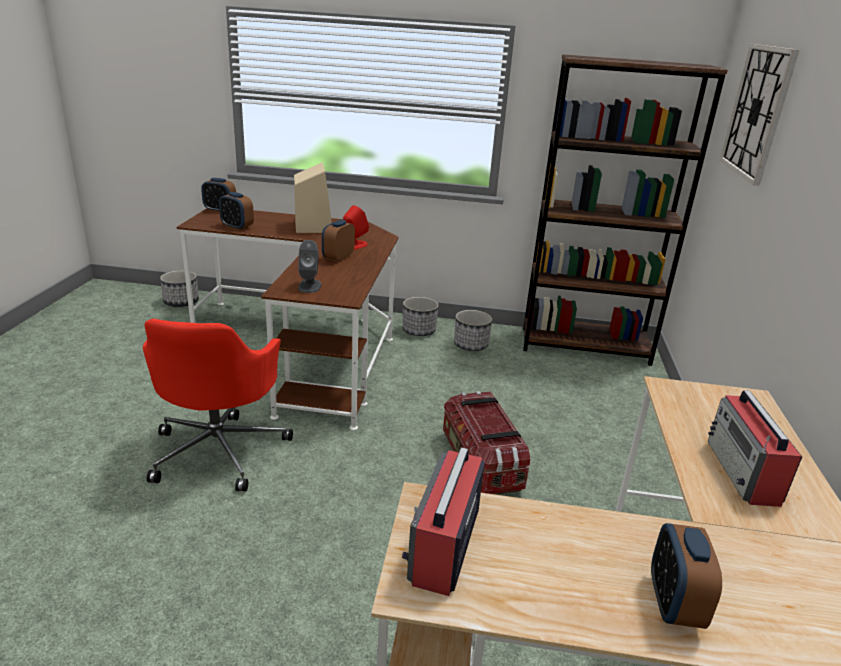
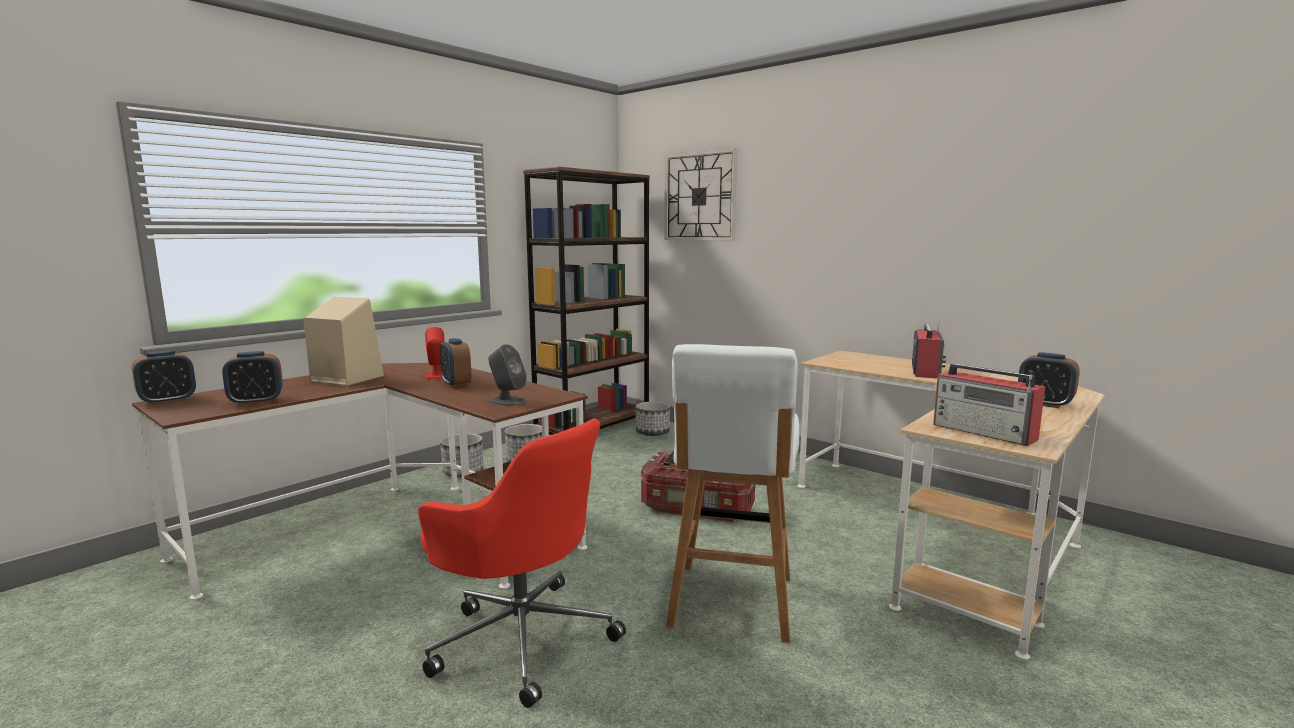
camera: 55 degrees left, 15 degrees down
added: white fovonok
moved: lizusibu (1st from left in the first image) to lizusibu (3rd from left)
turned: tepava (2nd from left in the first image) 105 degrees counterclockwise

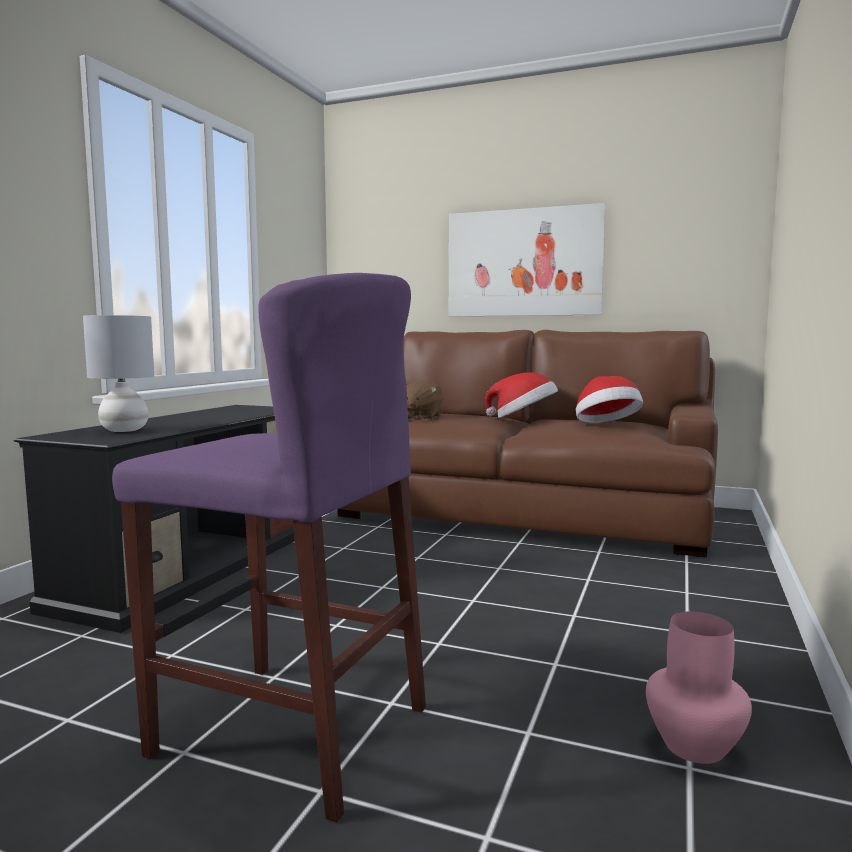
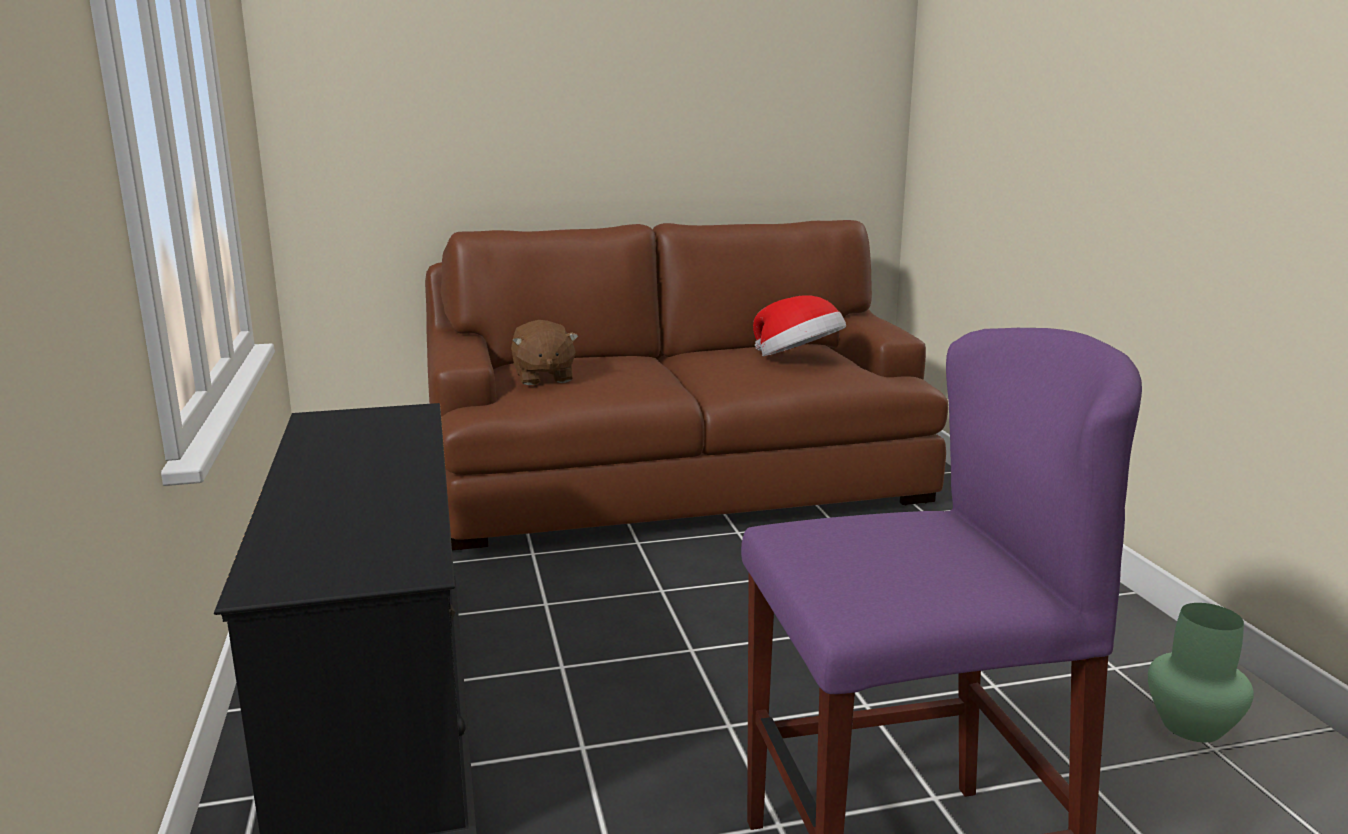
camera: 35 degrees left, 10 degrees up
removed: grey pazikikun; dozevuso; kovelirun (1st from left)
recoloured: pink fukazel to green fukazel

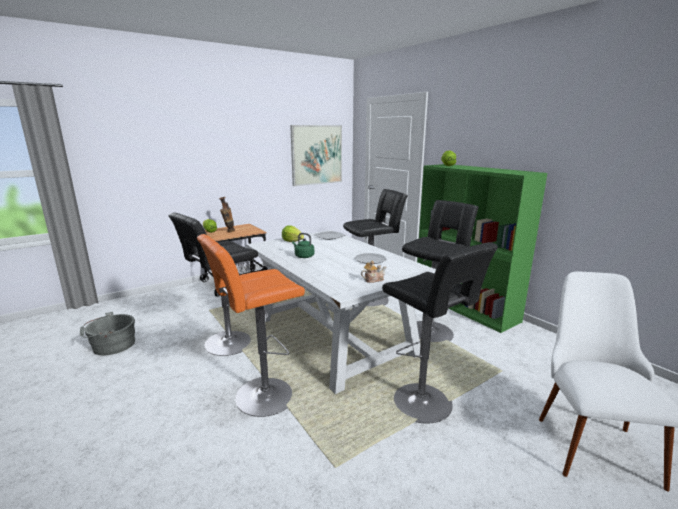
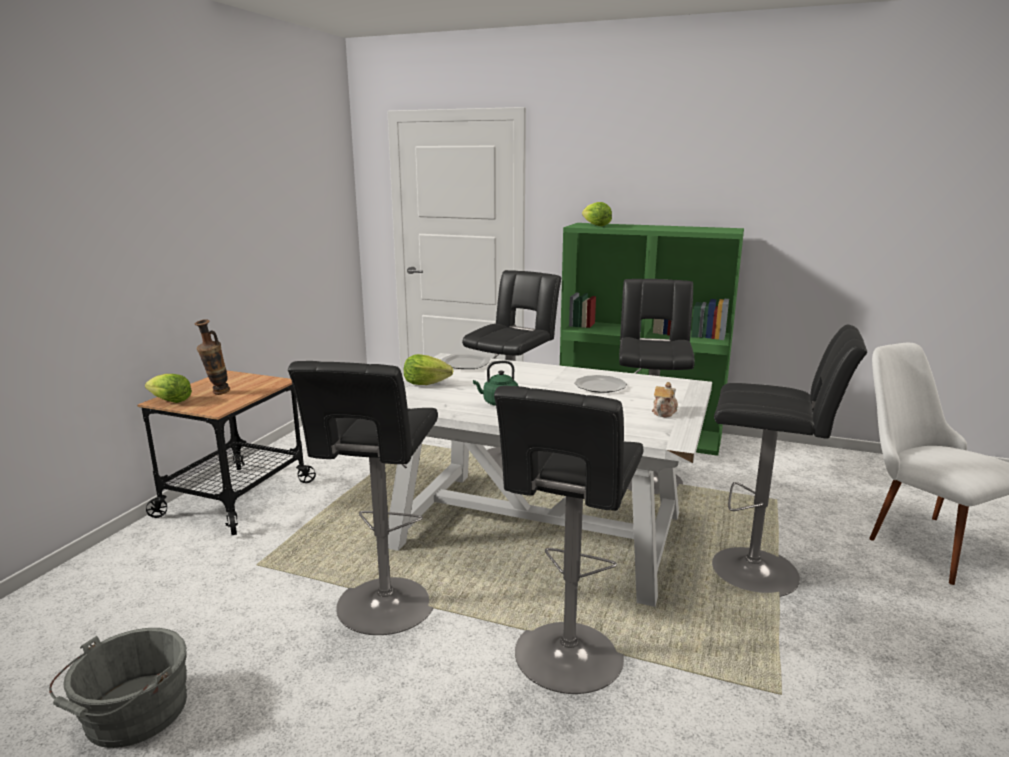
camera: 35 degrees left, 0 degrees up
removed: dozevuso
recoloured: orange fovonok to black fovonok (3rd from left)

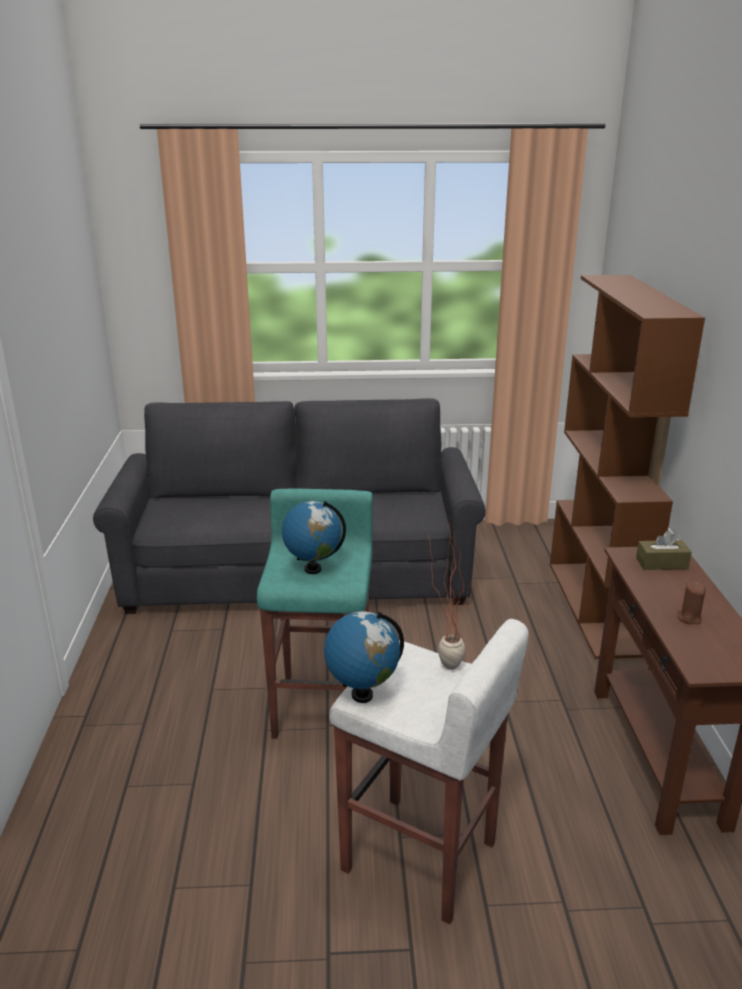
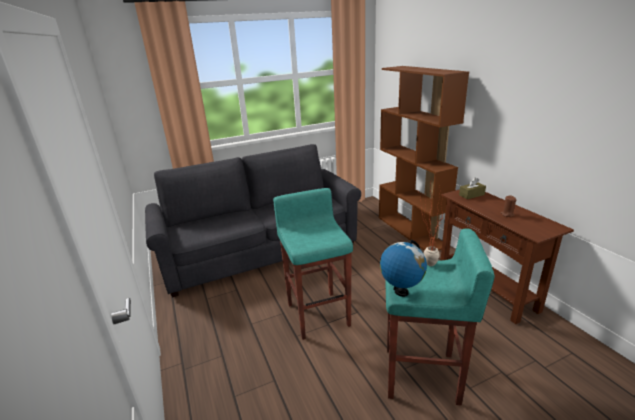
camera: 20 degrees left, 0 degrees up
removed: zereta (1st from left)
recoloured: white fovonok to turquoise fovonok (2nd from left)

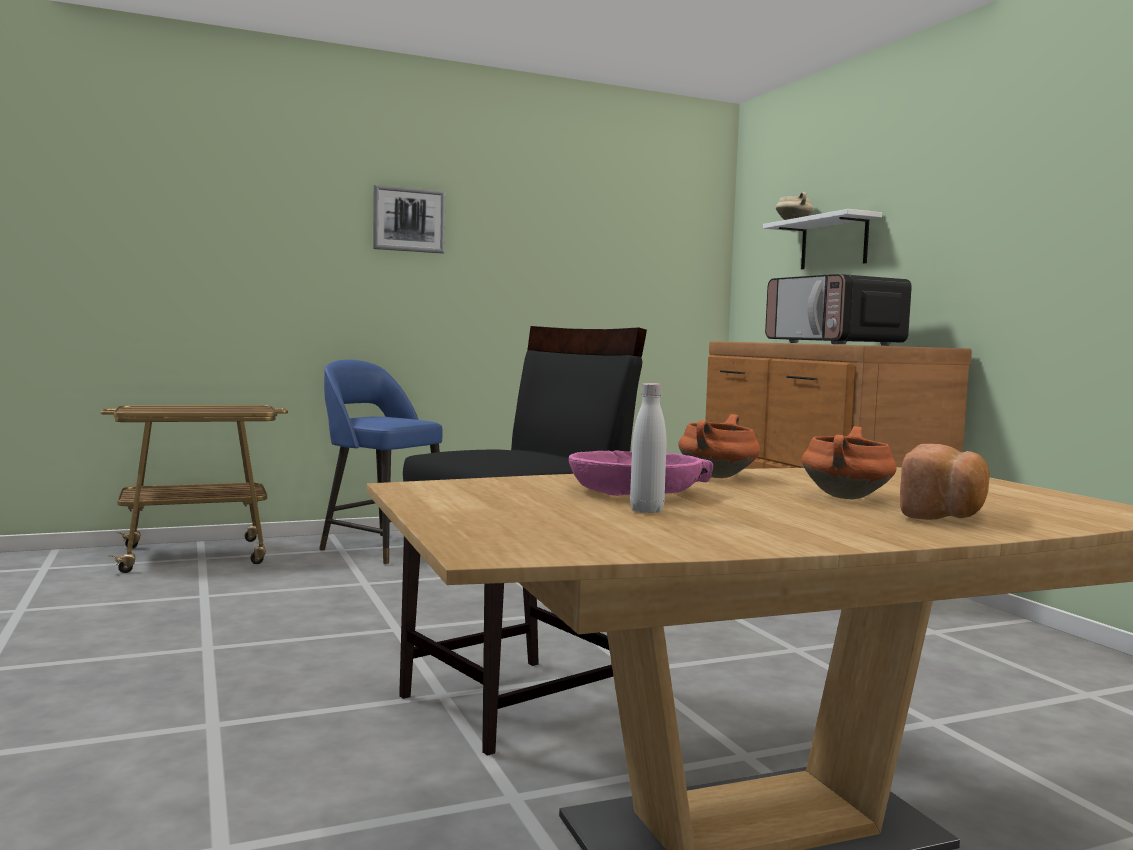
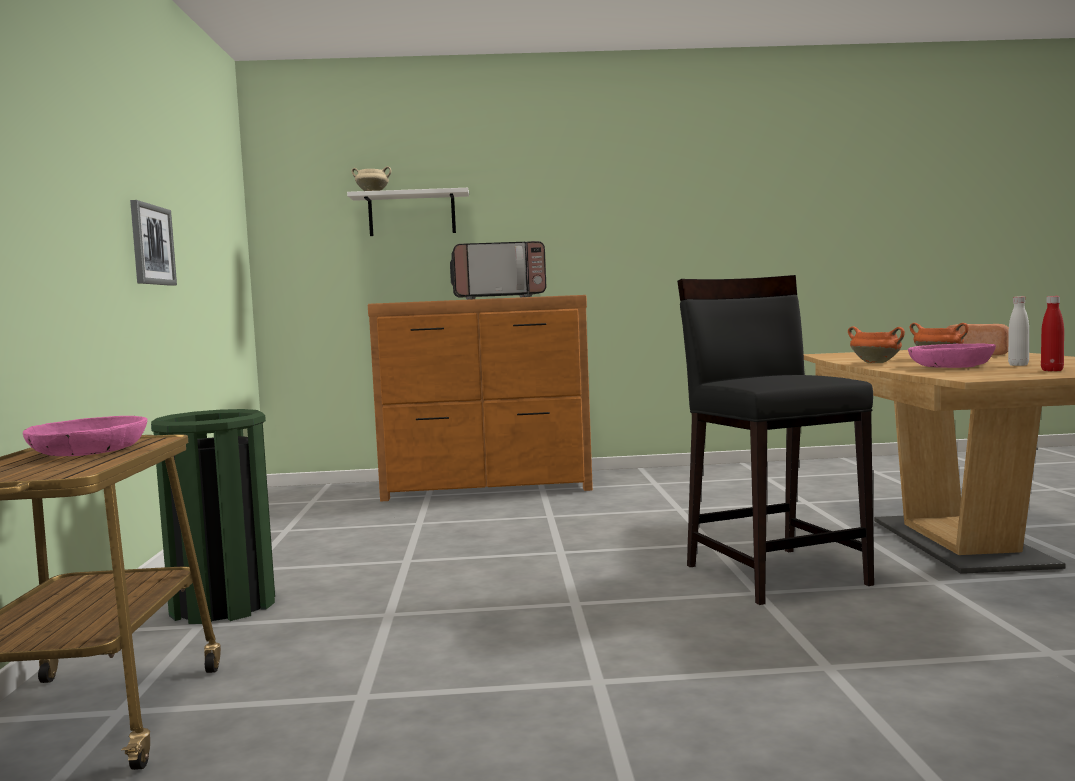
camera: 70 degrees left, 0 degrees up
added: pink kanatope (1st from left); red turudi
moved: dozevuso
replaced: blue fovonok to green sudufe

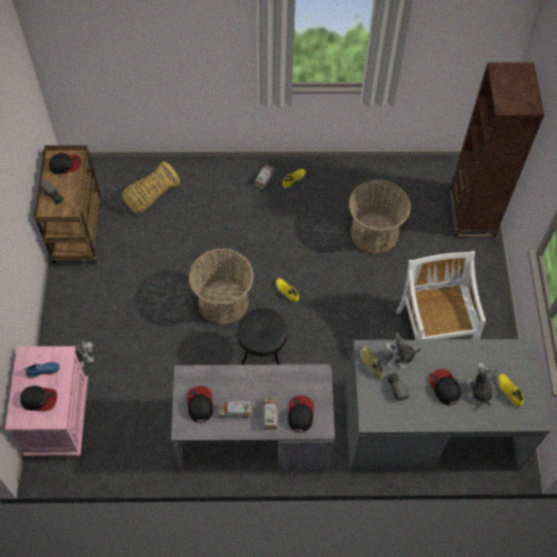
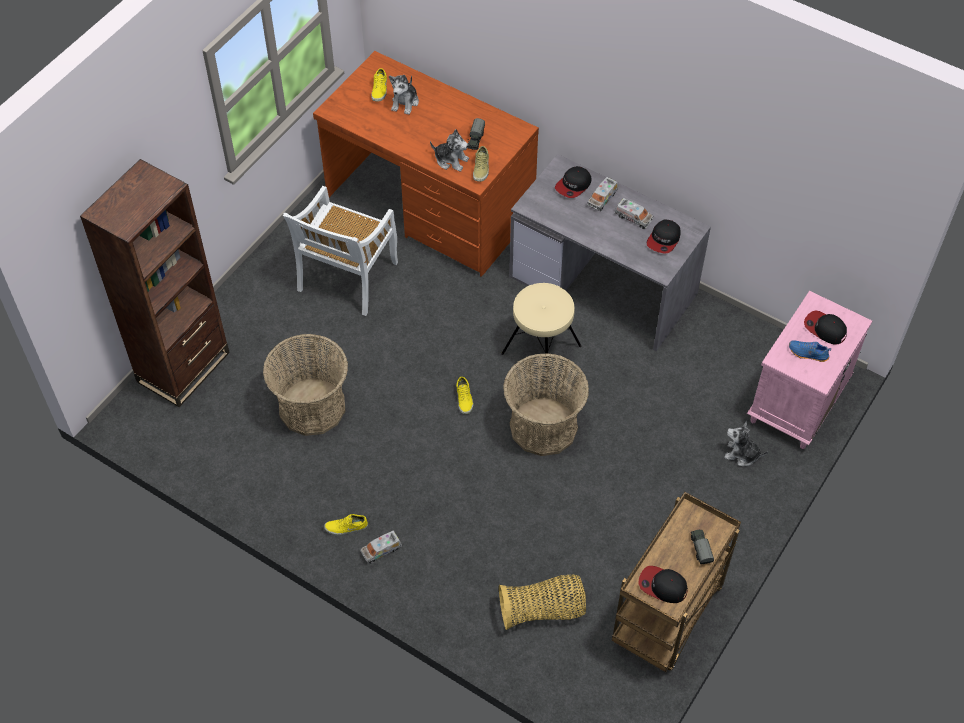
camera: 145 degrees left, 5 degrees down
removed: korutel (5th from left)
recoloured: black fovonok to beige fovonok; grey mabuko (2nd from left) to brown mabuko

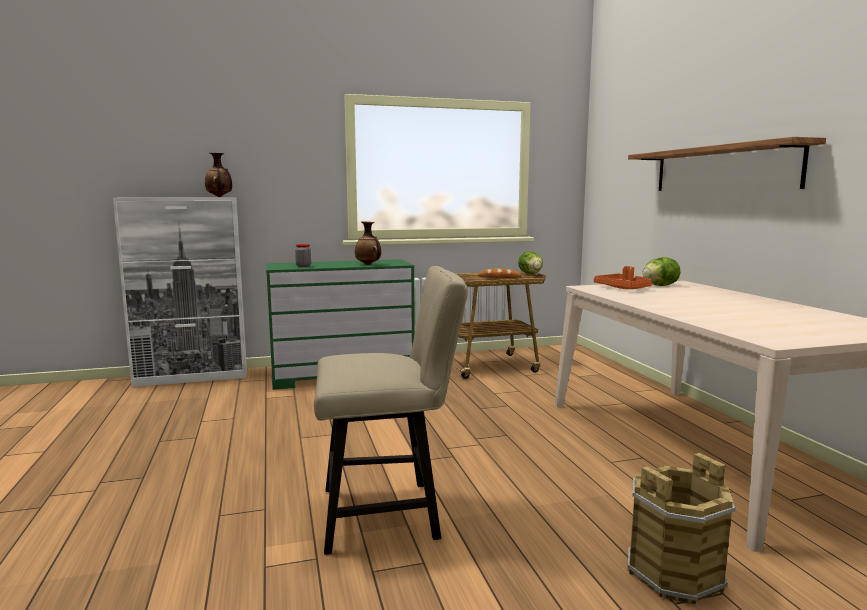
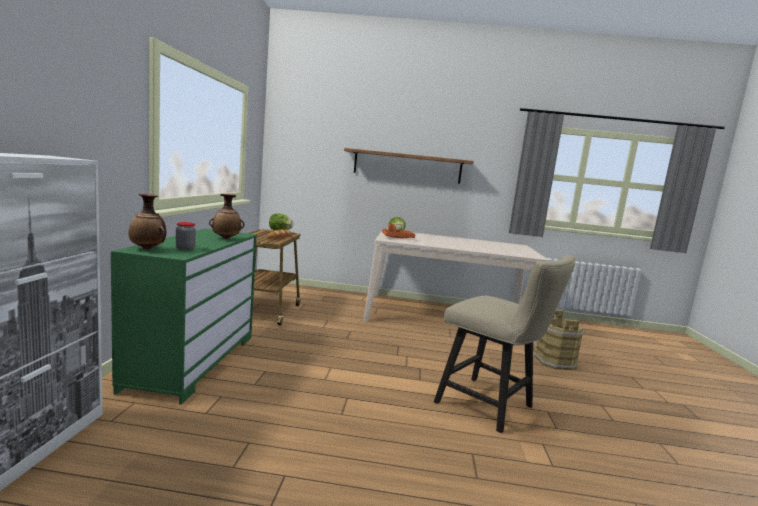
camera: 70 degrees left, 0 degrees up
moved: fukazel (1st from left)
turned: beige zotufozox 120 degrees clockwise

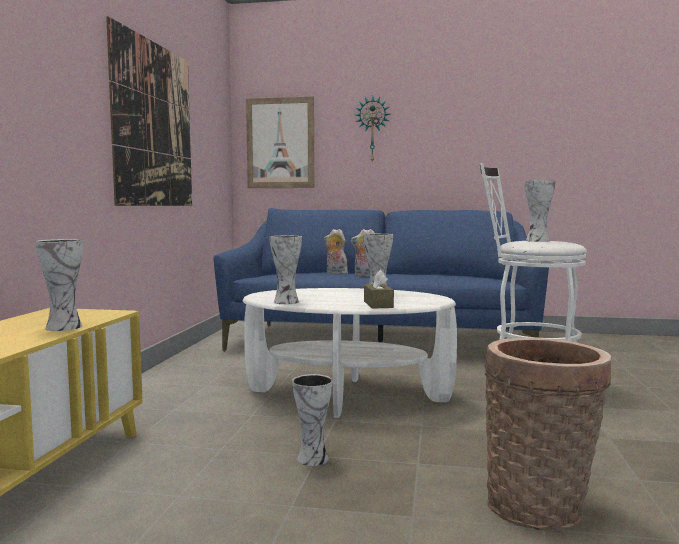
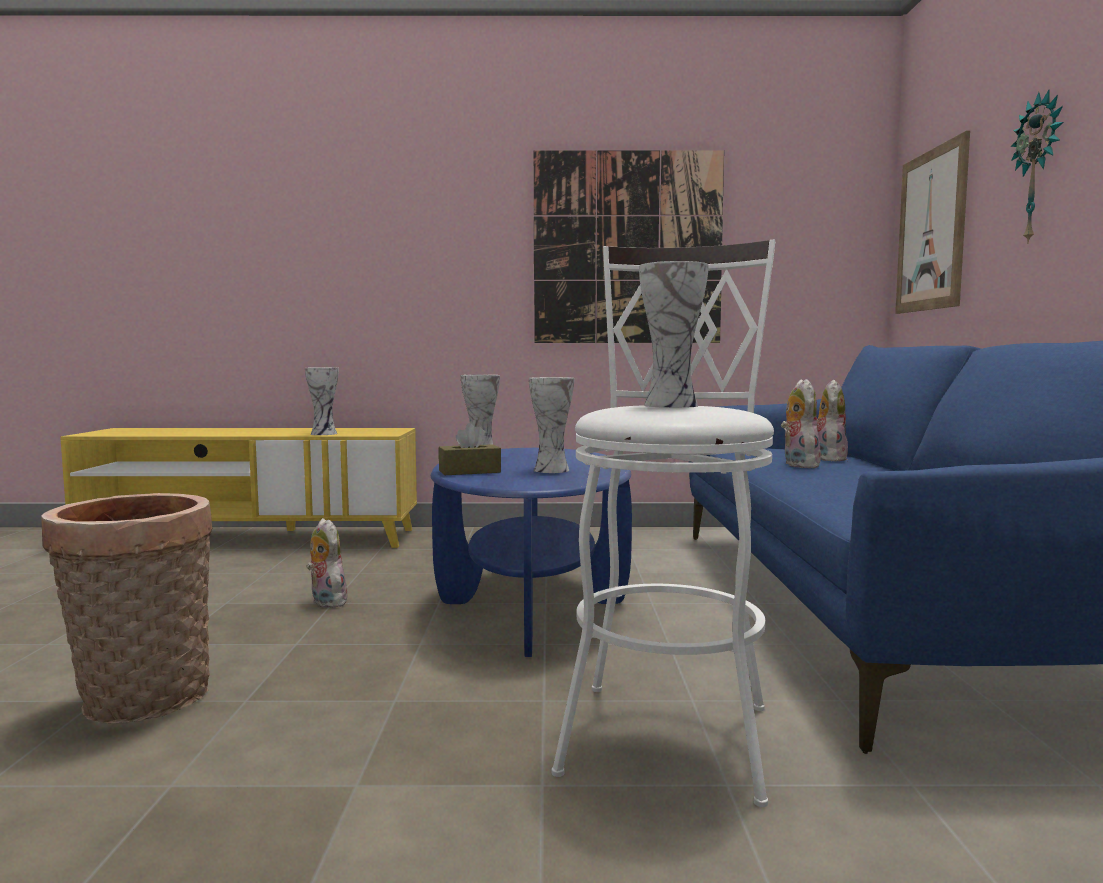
camera: 80 degrees right, 0 degrees up
replaced: fukazel (3rd from left) to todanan (1st from left)
recoloured: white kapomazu to blue kapomazu

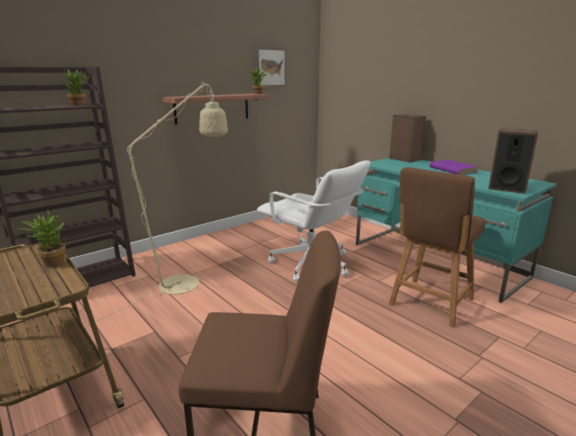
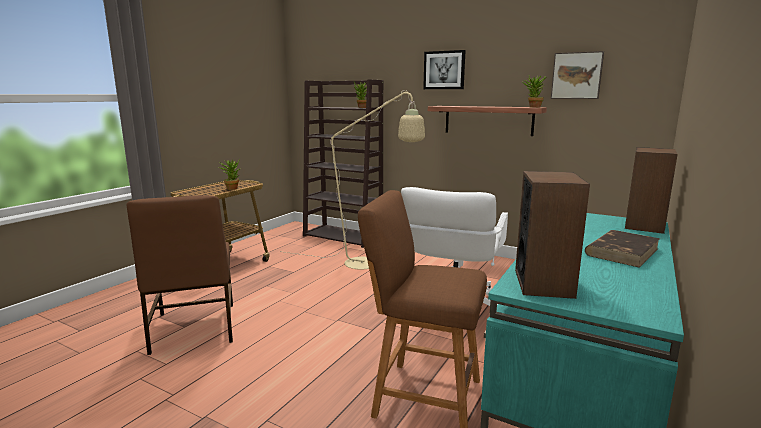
camera: 70 degrees right, 5 degrees down
added: dozevuso (1st from left)
recoloured: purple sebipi to brown sebipi

